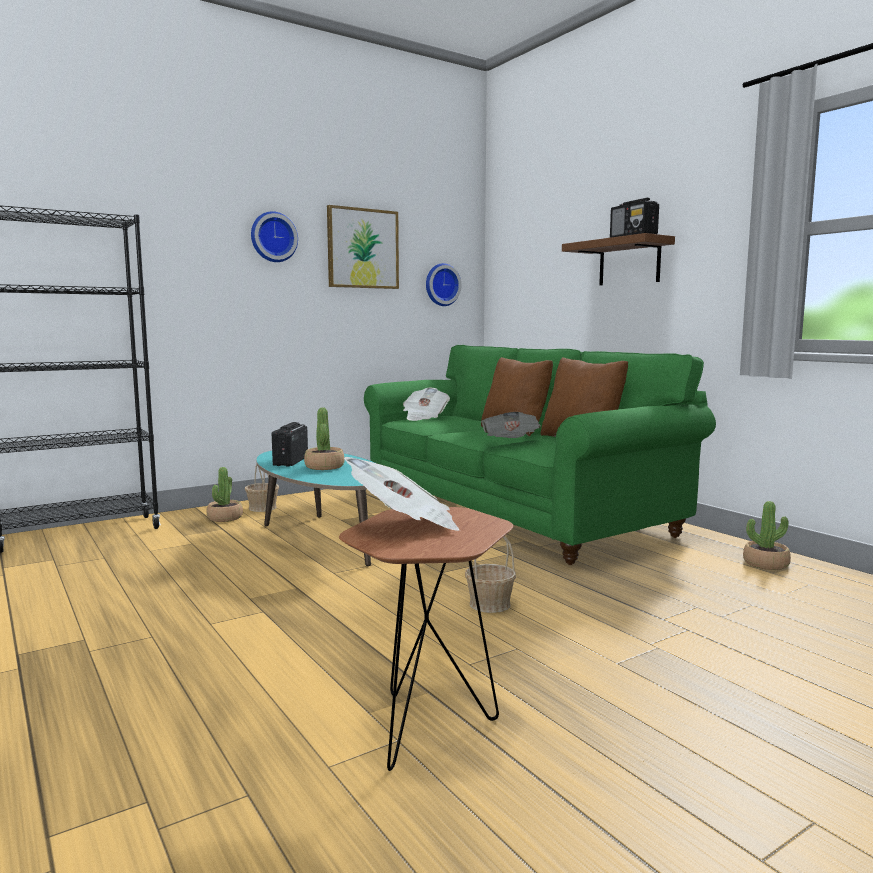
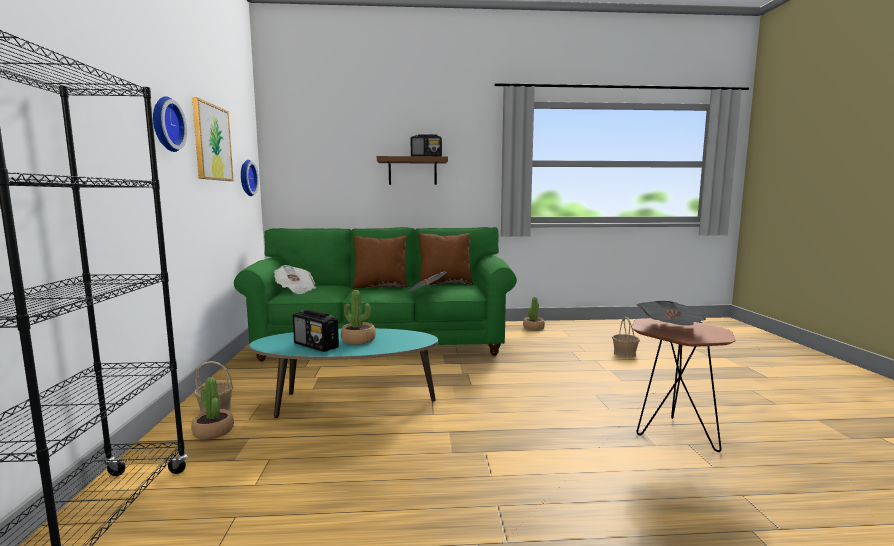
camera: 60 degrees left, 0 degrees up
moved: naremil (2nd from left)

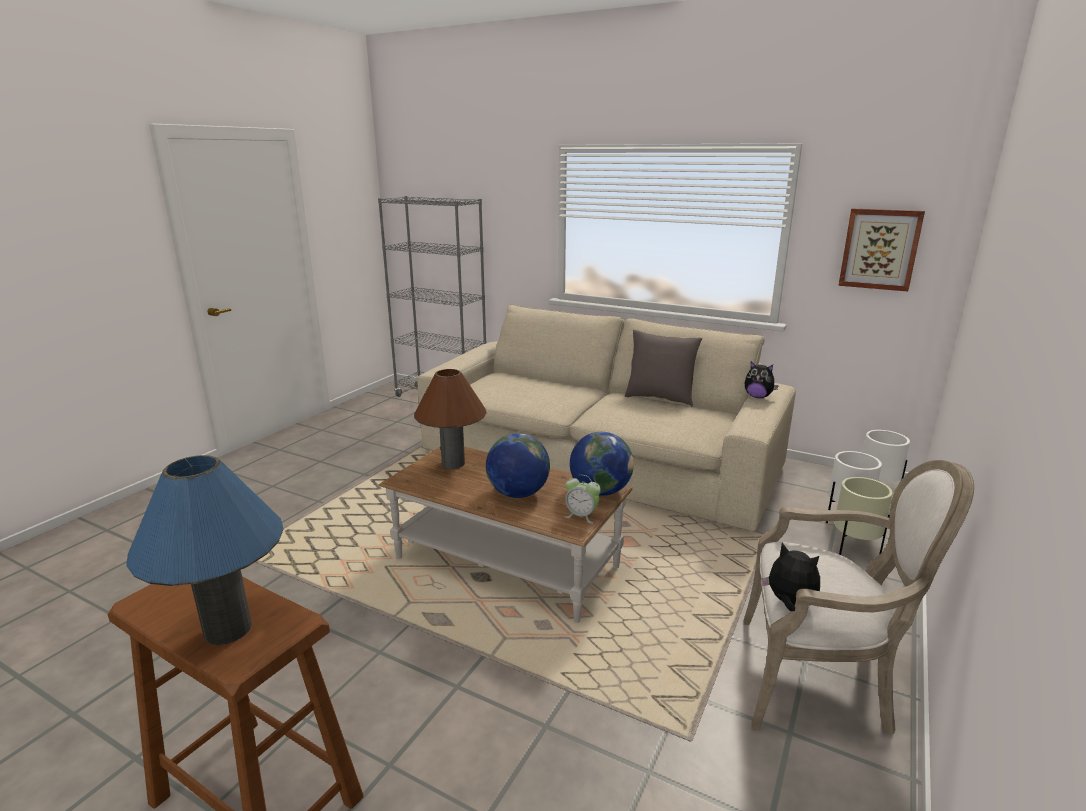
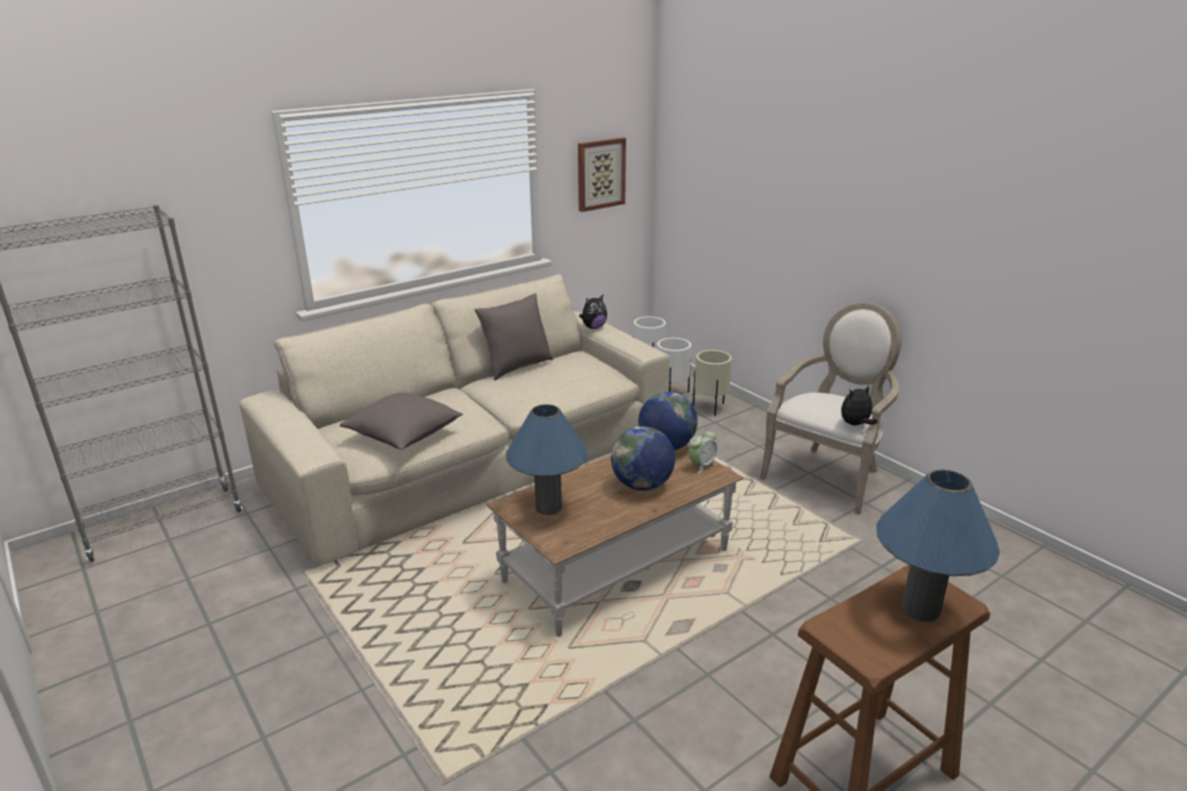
camera: 65 degrees left, 5 degrees up
added: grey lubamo (1st from left)
recoloured: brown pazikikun to blue pazikikun (1st from left)

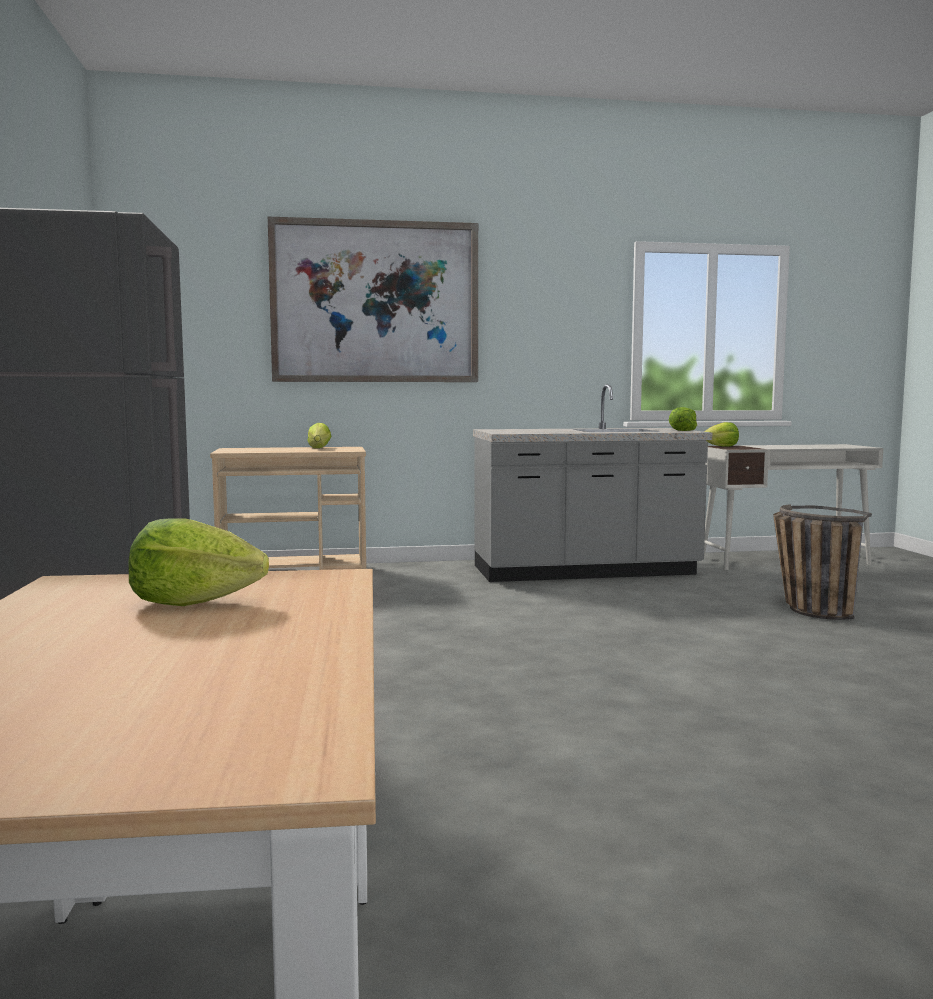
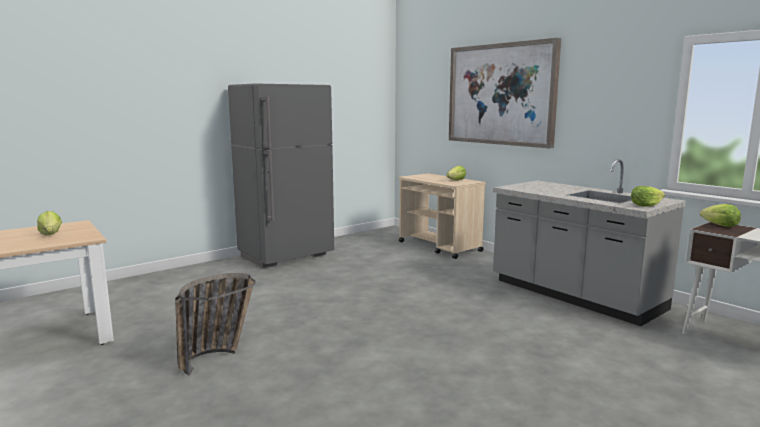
camera: 60 degrees right, 5 degrees up
moved: naremil

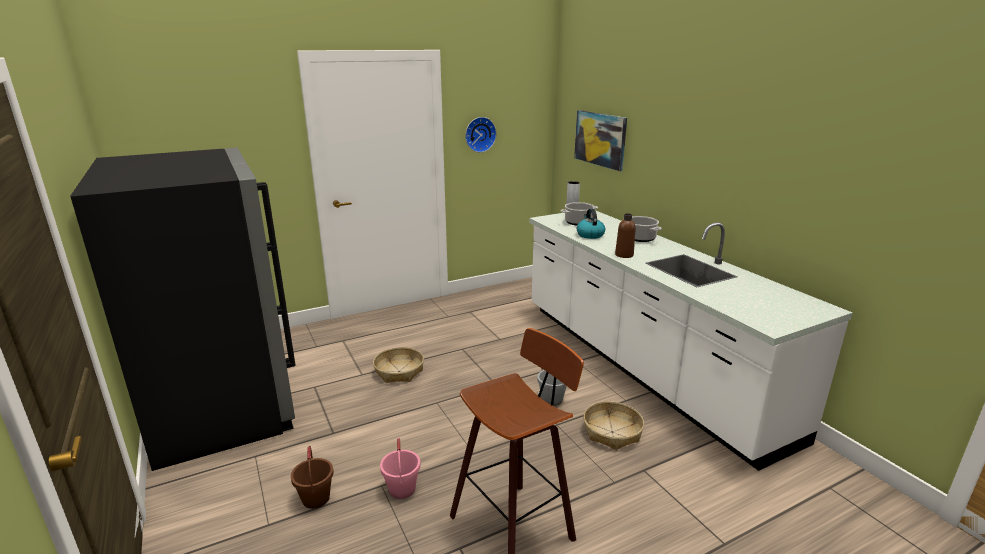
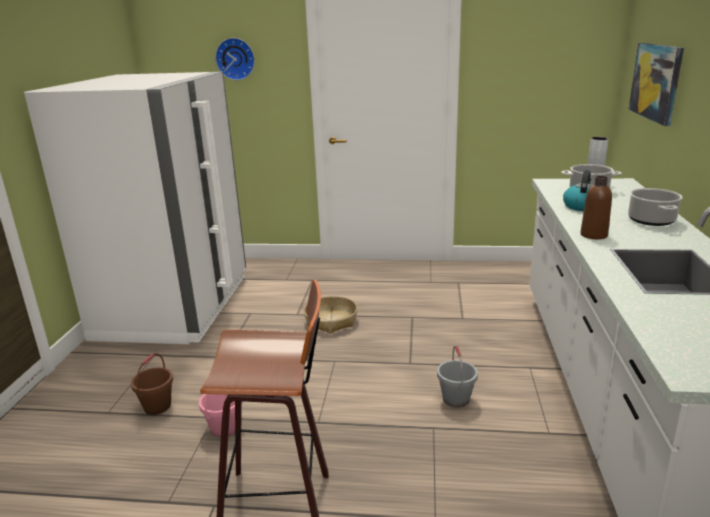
camera: 35 degrees right, 0 degrees up
removed: naremil (2nd from left)
moved: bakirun
recoloured: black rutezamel to white rutezamel

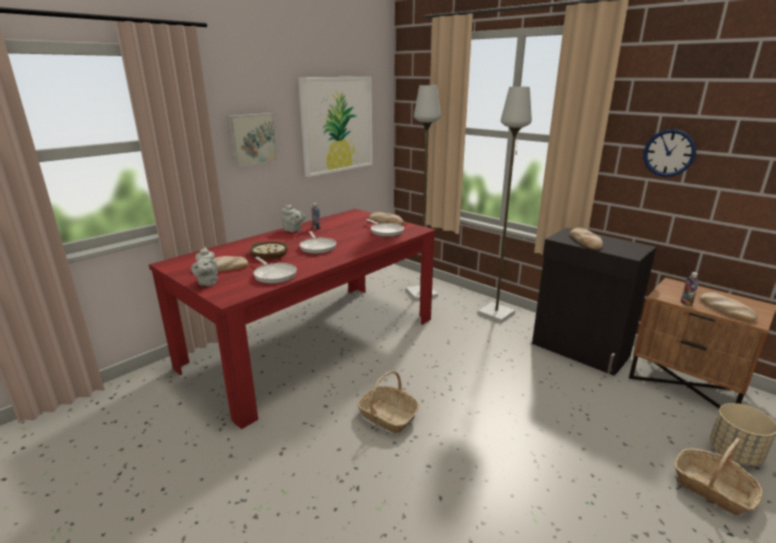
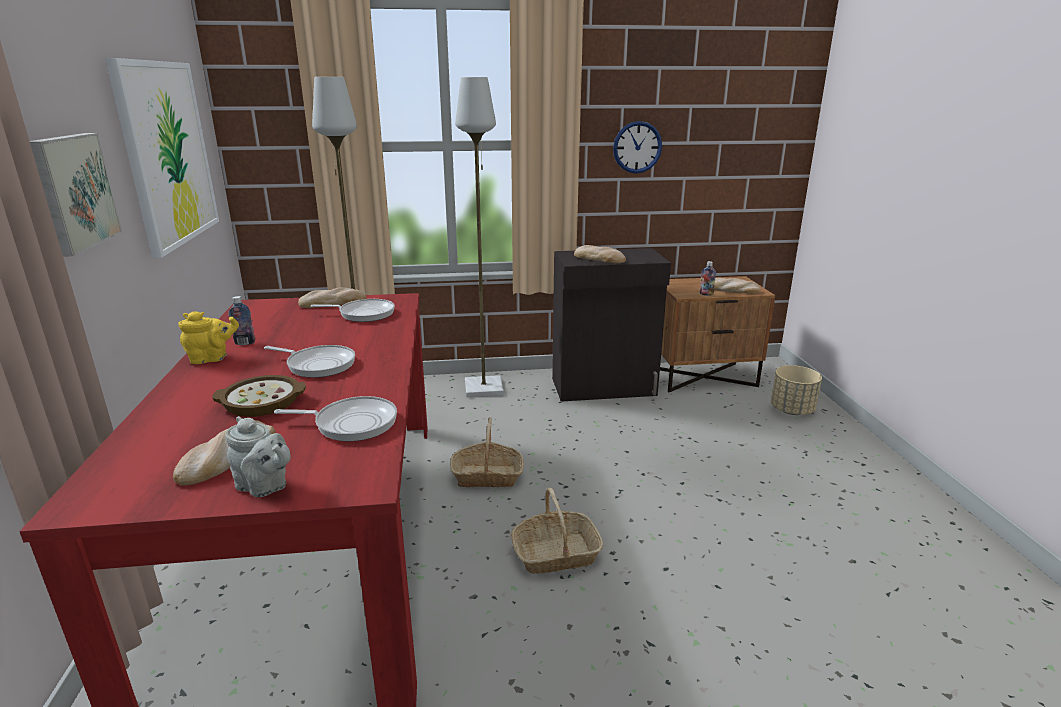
camera: 50 degrees left, 0 degrees up
moved: naremil (2nd from left in the first image) to naremil (1st from left)
recoloured: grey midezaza (2nd from left) to yellow midezaza

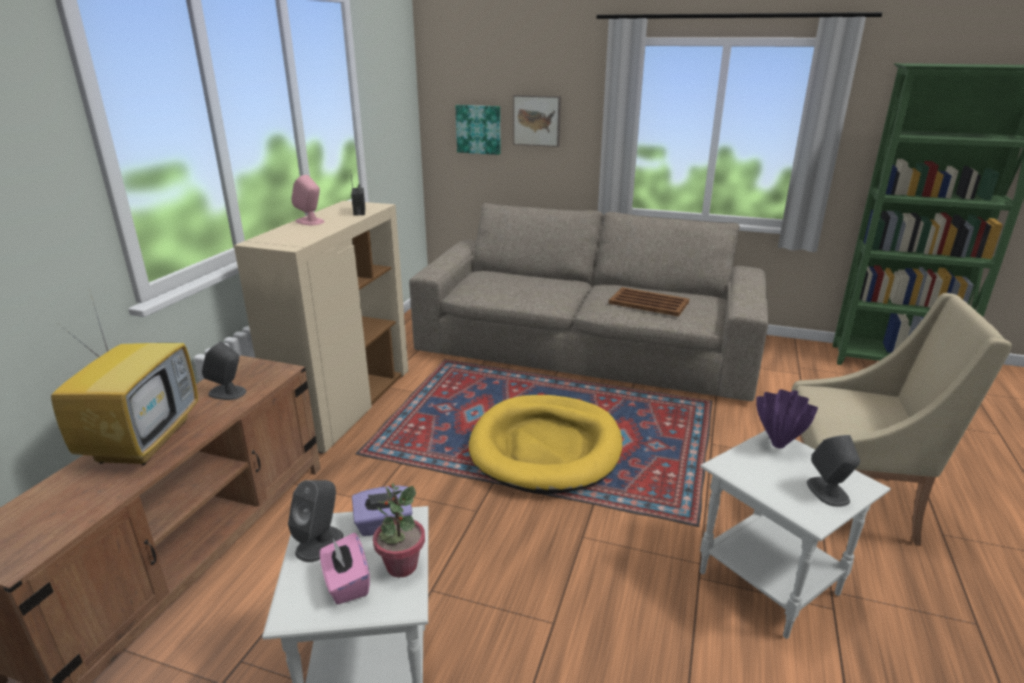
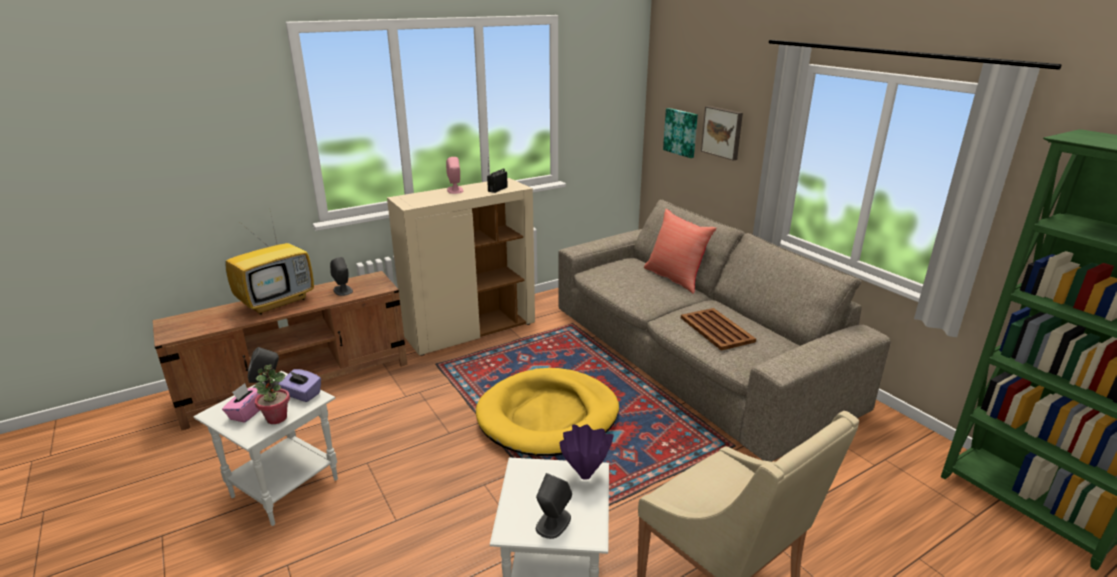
camera: 40 degrees right, 0 degrees up
added: red lubamo

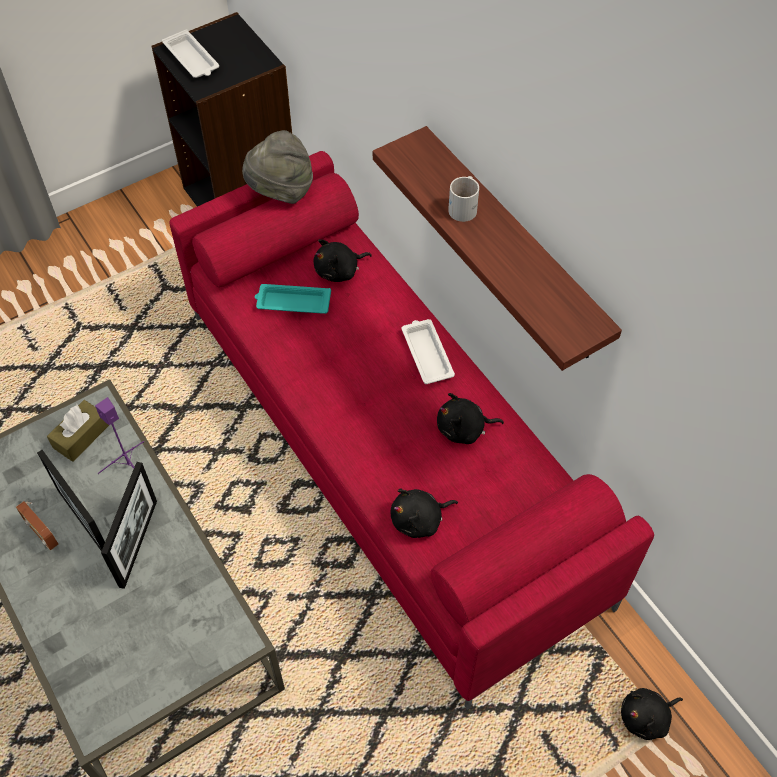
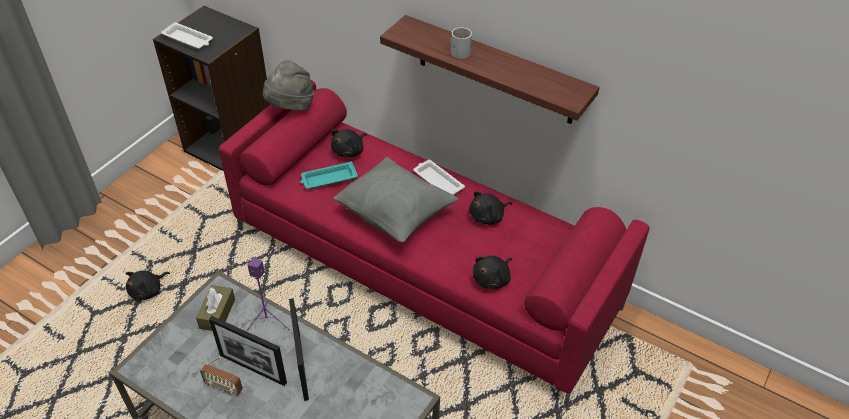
camera: 25 degrees left, 10 degrees down
added: grey lubamo
moved: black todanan (4th from left in the first image) to black todanan (1st from left)

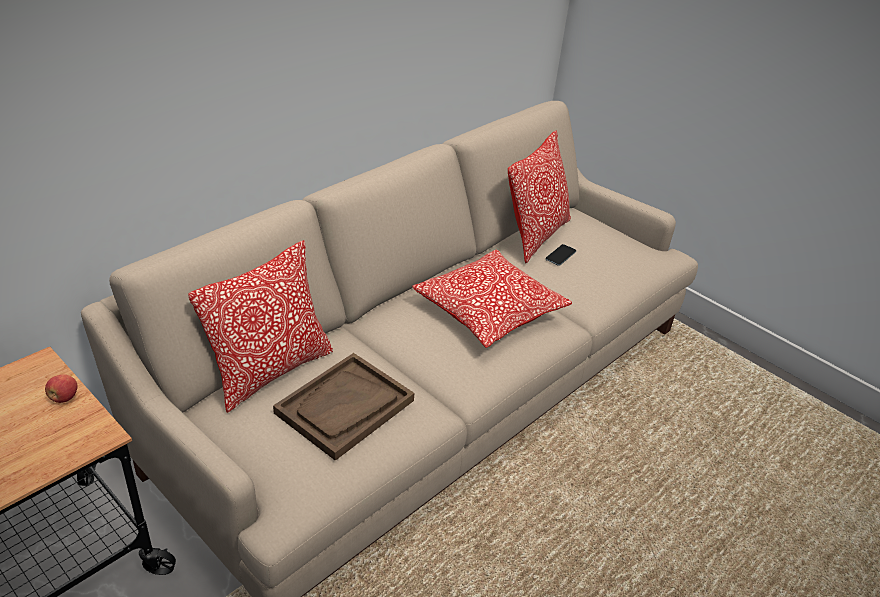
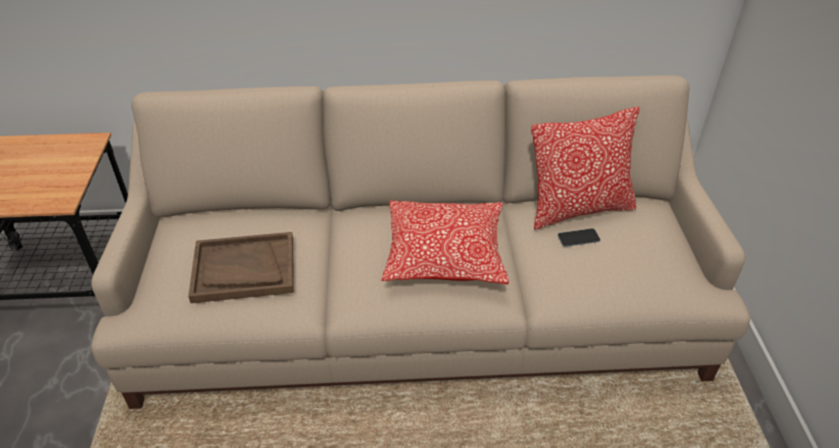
camera: 45 degrees right, 5 degrees up
removed: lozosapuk; lubamo (1st from left)

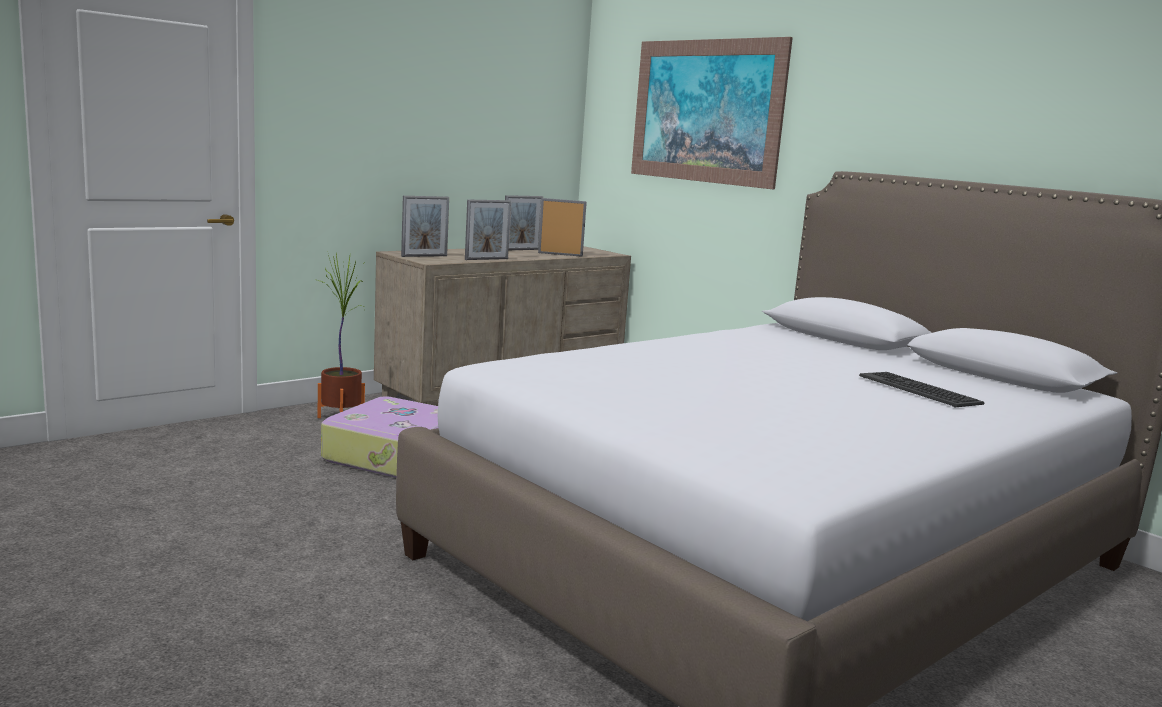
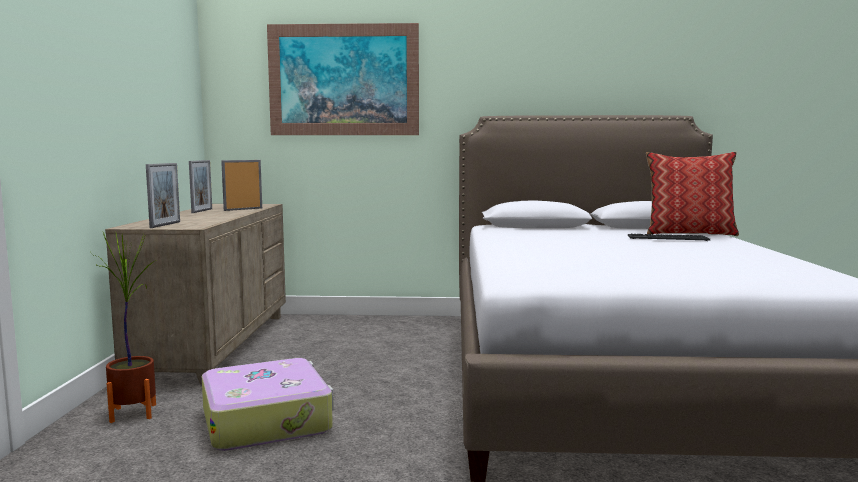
camera: 45 degrees left, 5 degrees down
removed: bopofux (2nd from left)
added: lubamo

